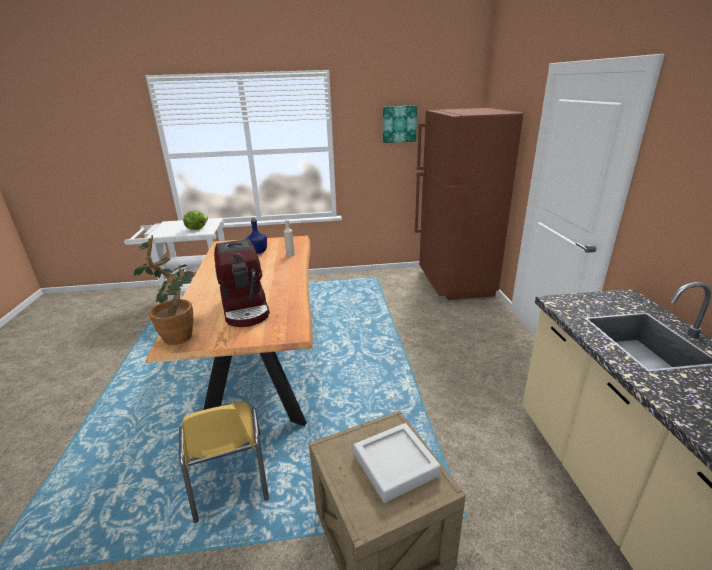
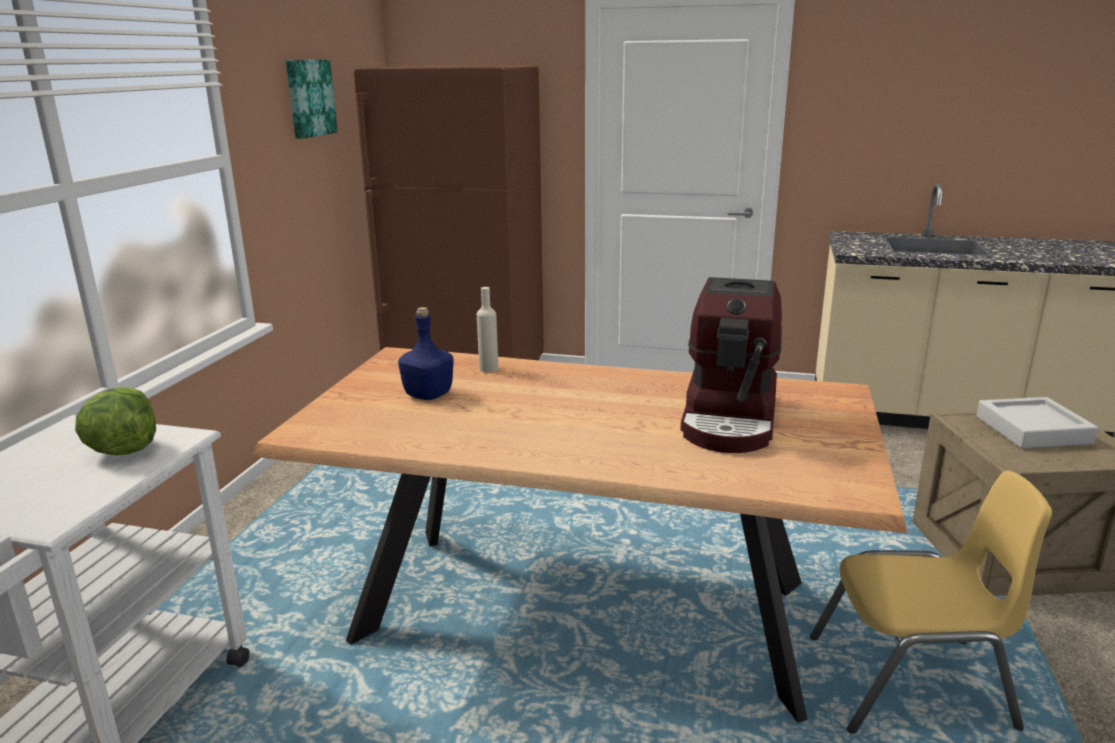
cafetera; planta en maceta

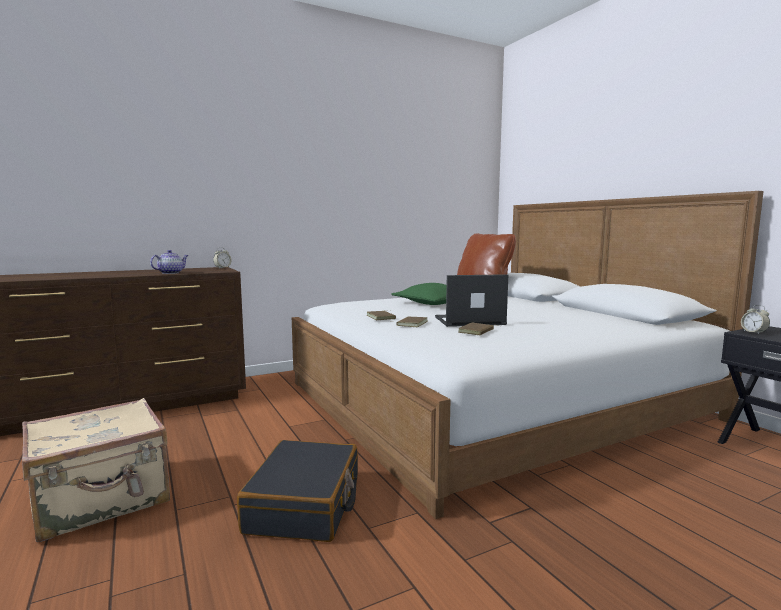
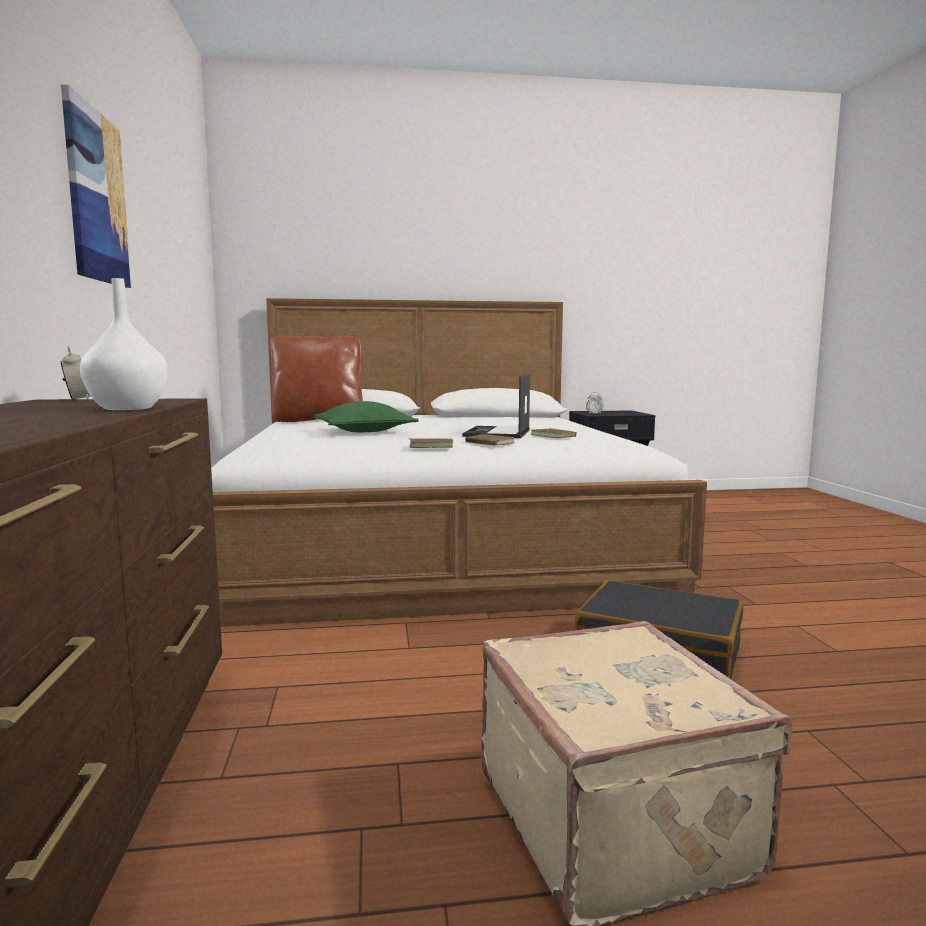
cuadro; florero/blanco

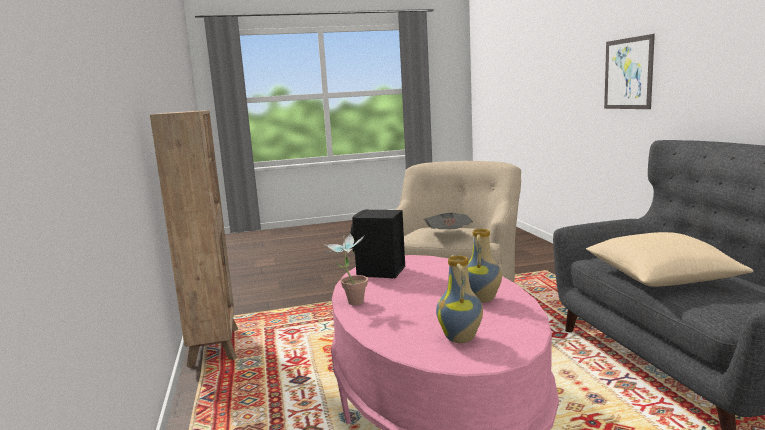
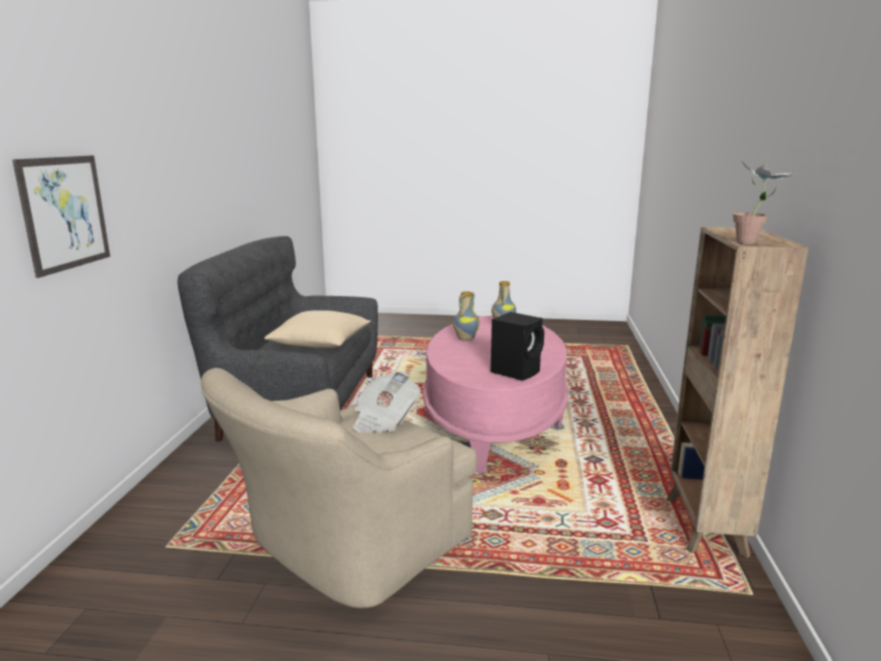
planta en maceta

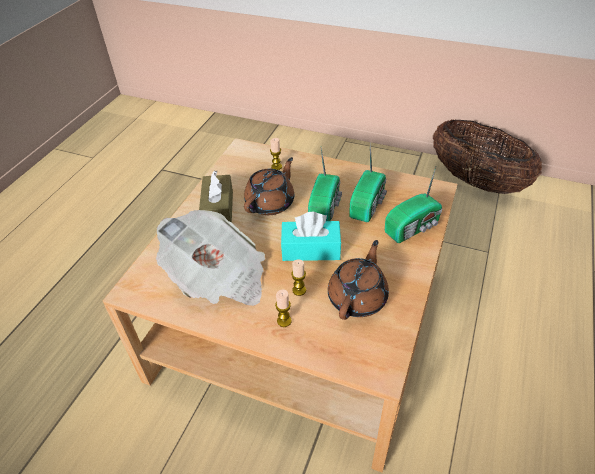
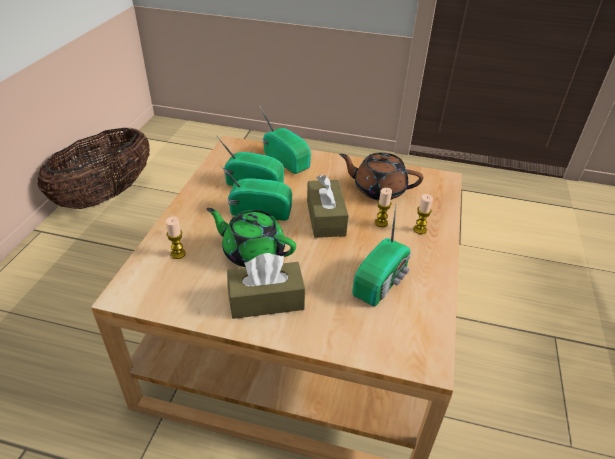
tetera/verde; caja de pañuelos/marrón (no. 2 from left); radio (no. 4 from left)

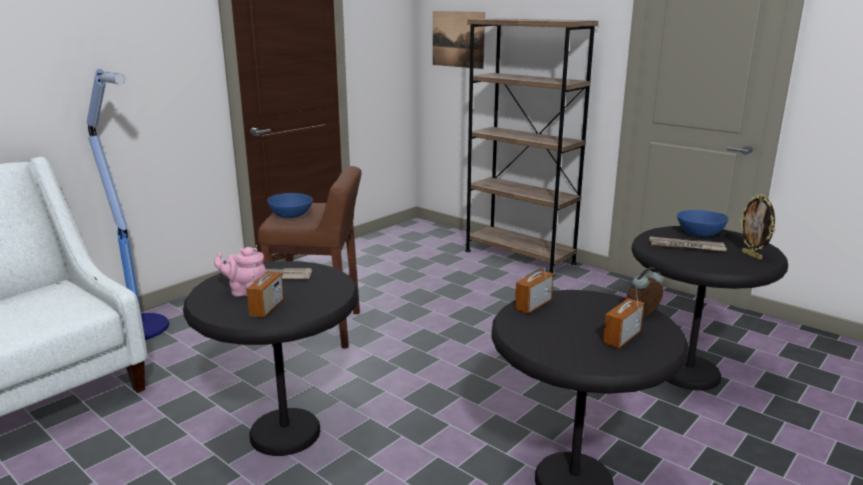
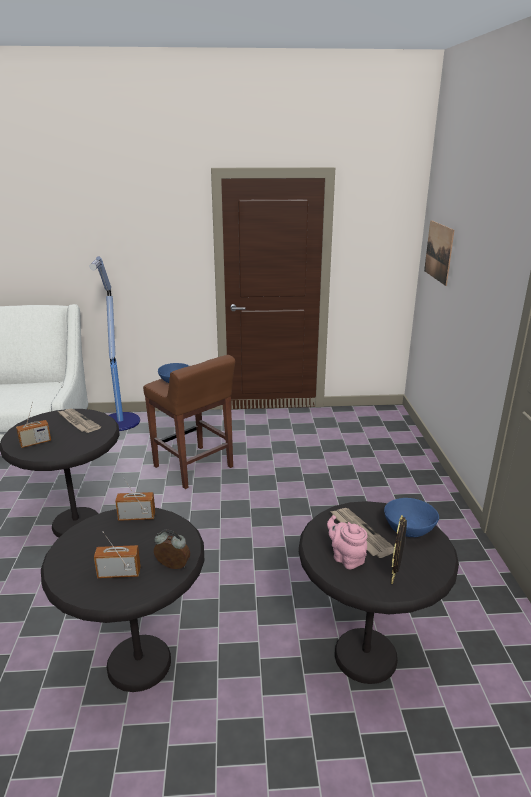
tetera/rosa; estantería/marrón

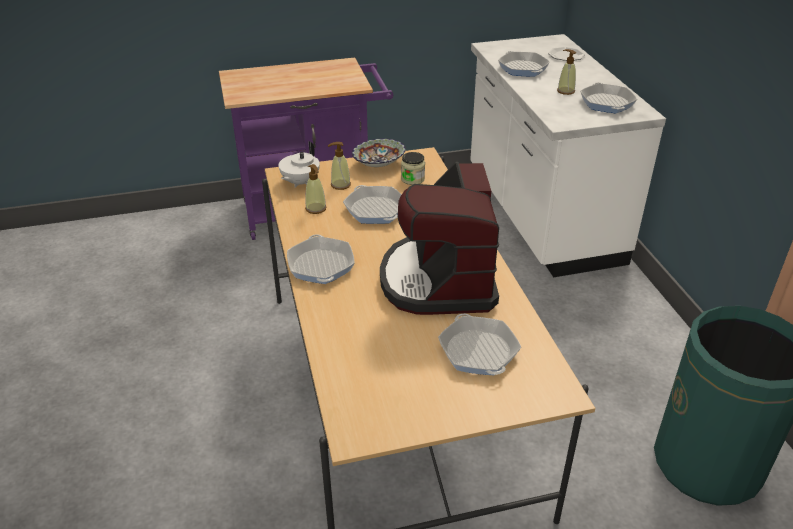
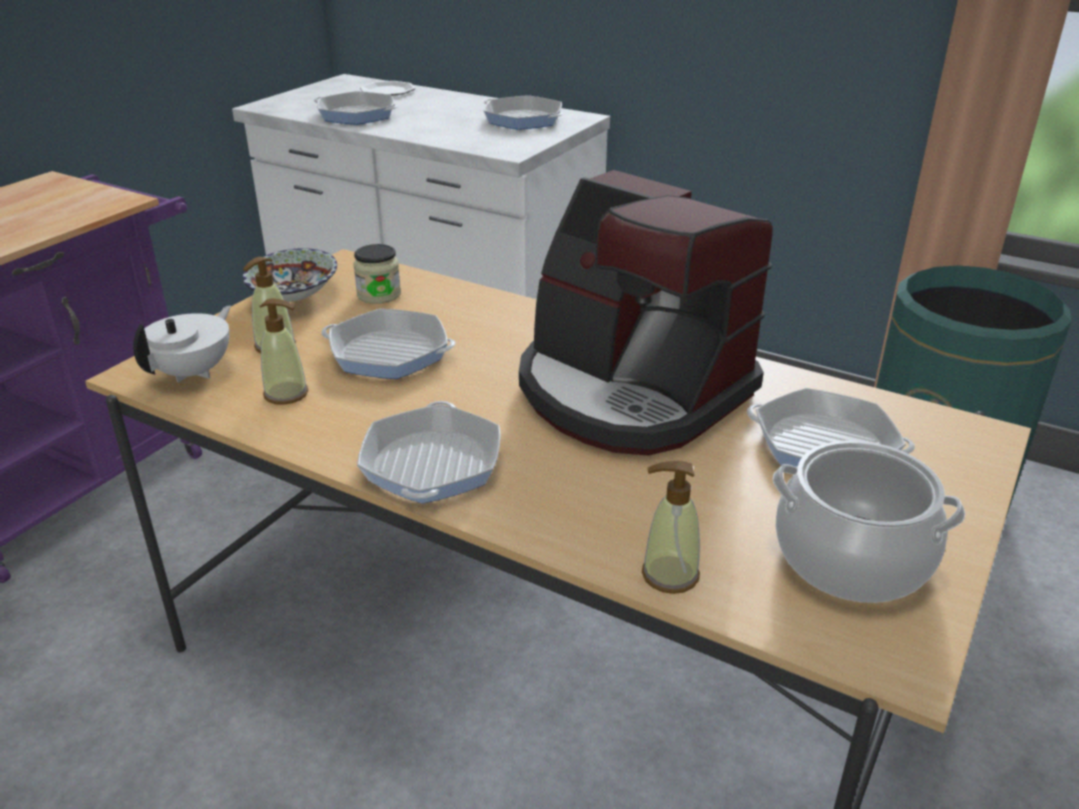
tetera/blanco; sartén (no. 3 from left); dispensador de jabón (no. 3 from left); olla

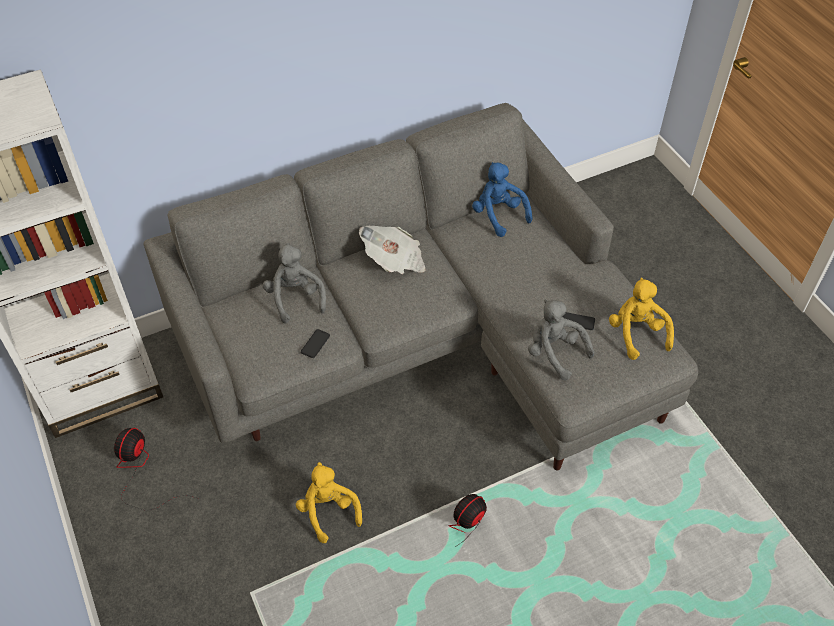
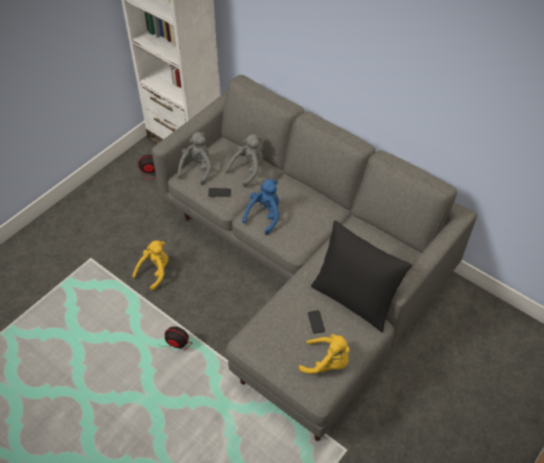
peluche/gris (no. 1 from left); peluche/azul; peluche/amarillo (no. 2 from left); cojín/negro; periódico

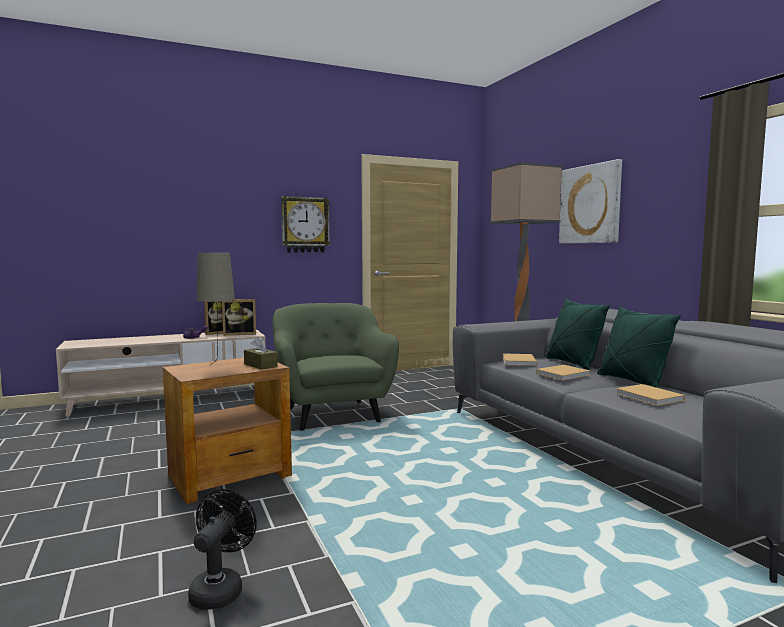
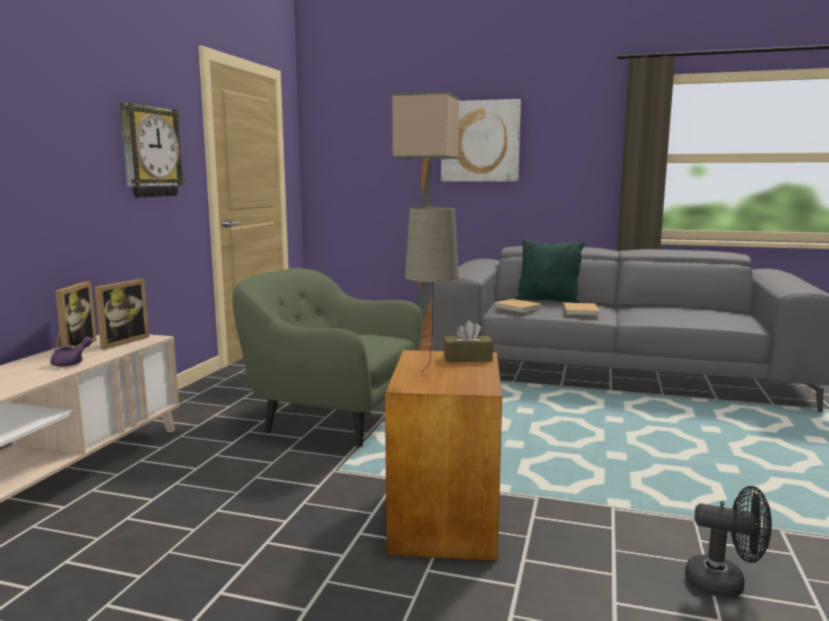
ventilador/negro; cojín/verde (no. 2 from left in the first image); libro/beis (no. 3 from left in the first image)

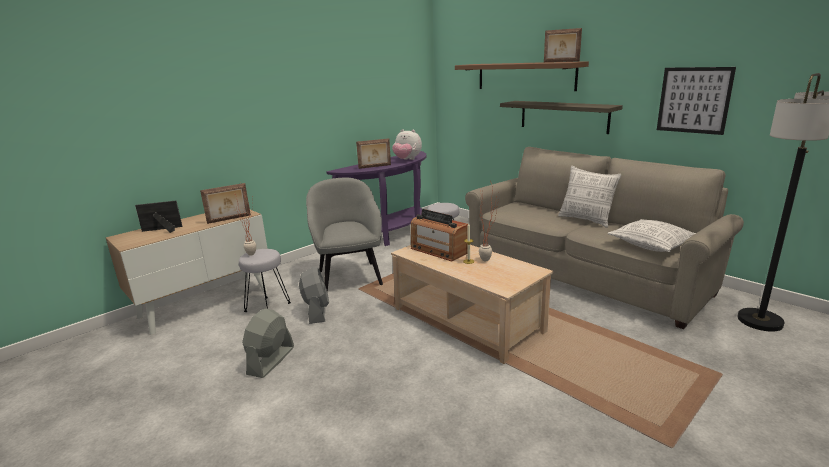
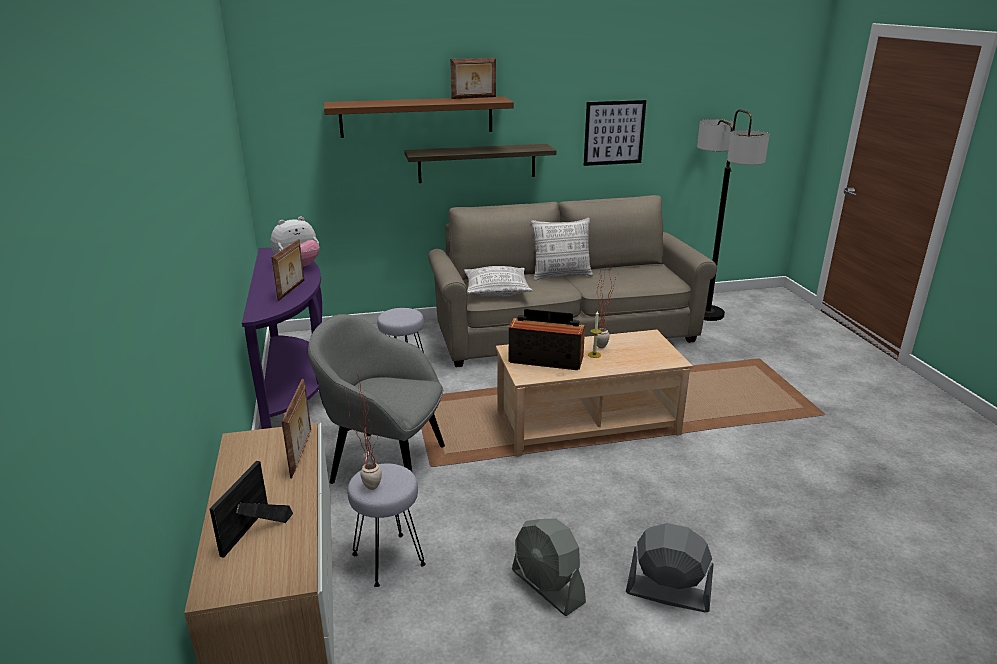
cojín (no. 1 from left); radio; ventilador/gris (no. 2 from left)

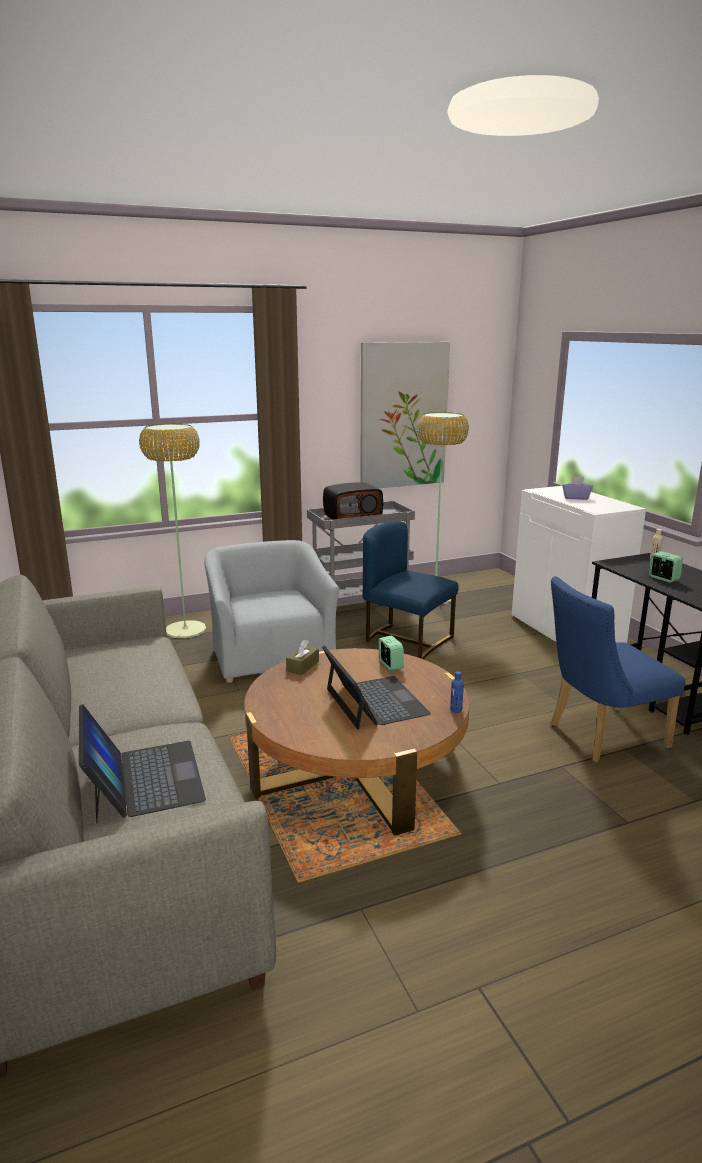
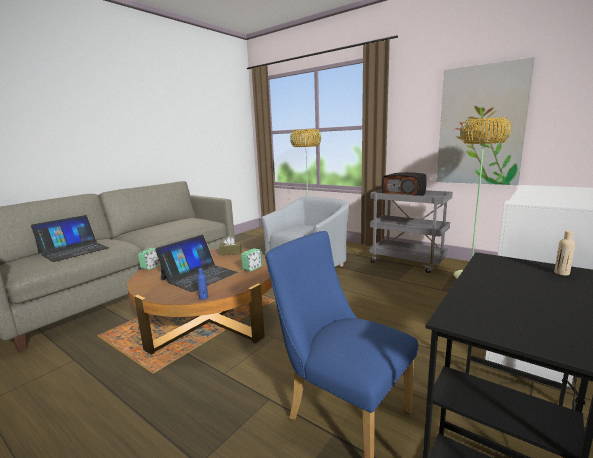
despertador (no. 1 from left); silla/azul (no. 1 from left in the first image); caja de pañuelos/morado

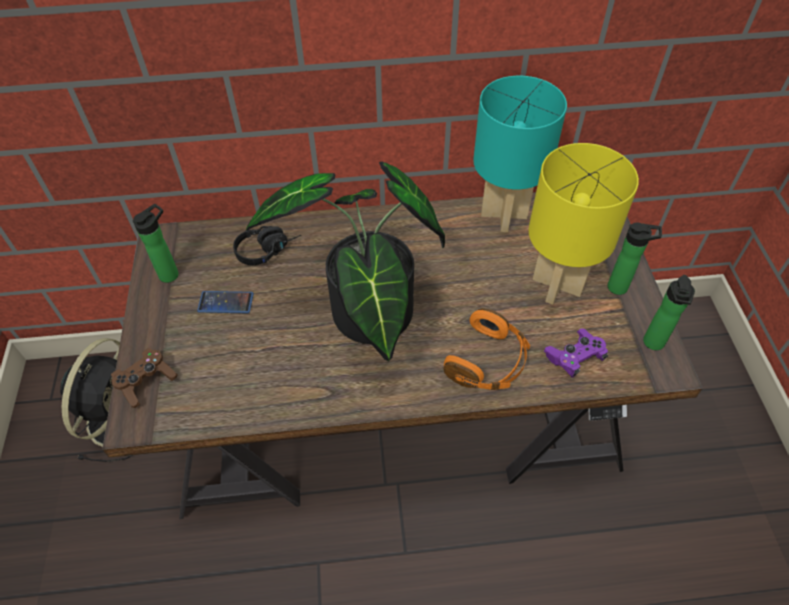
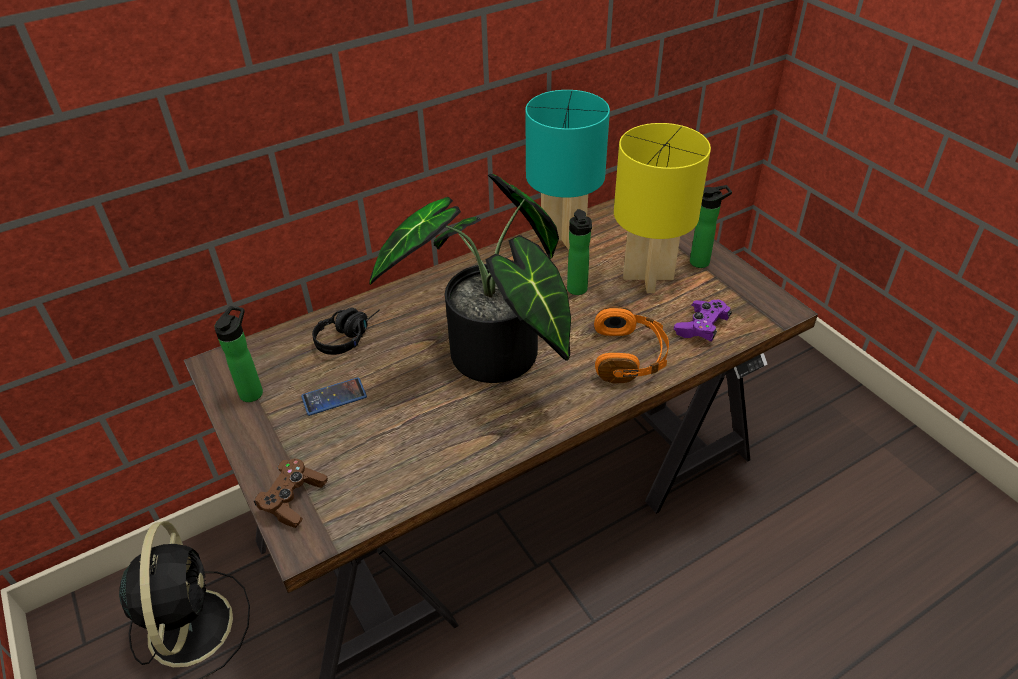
botella (no. 2 from left)

